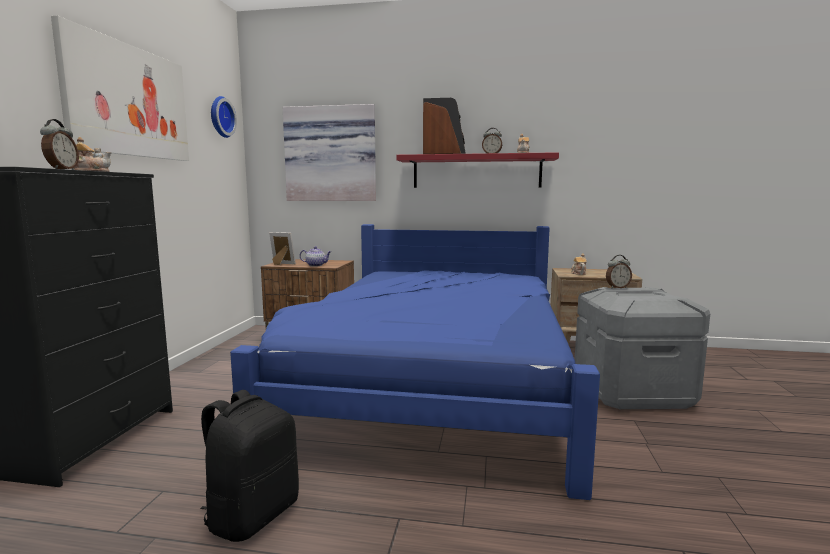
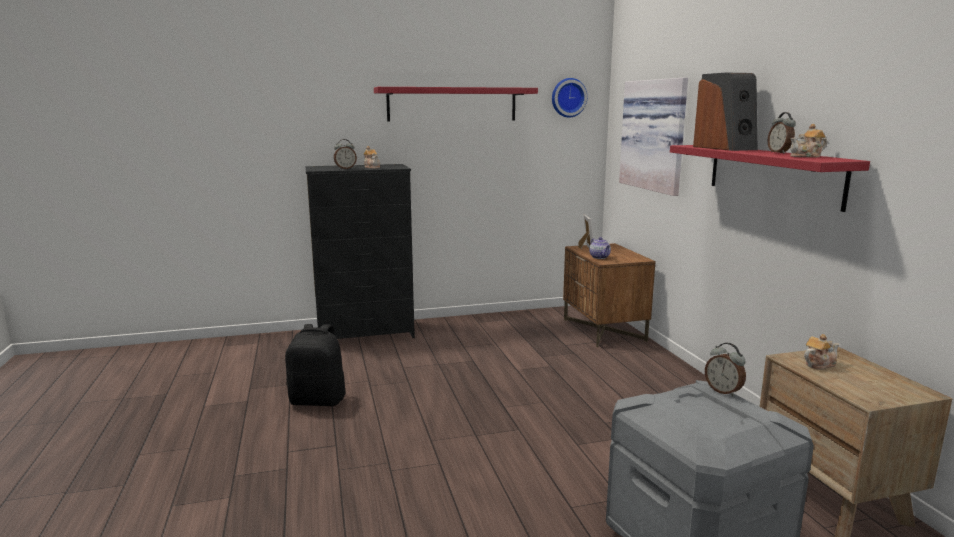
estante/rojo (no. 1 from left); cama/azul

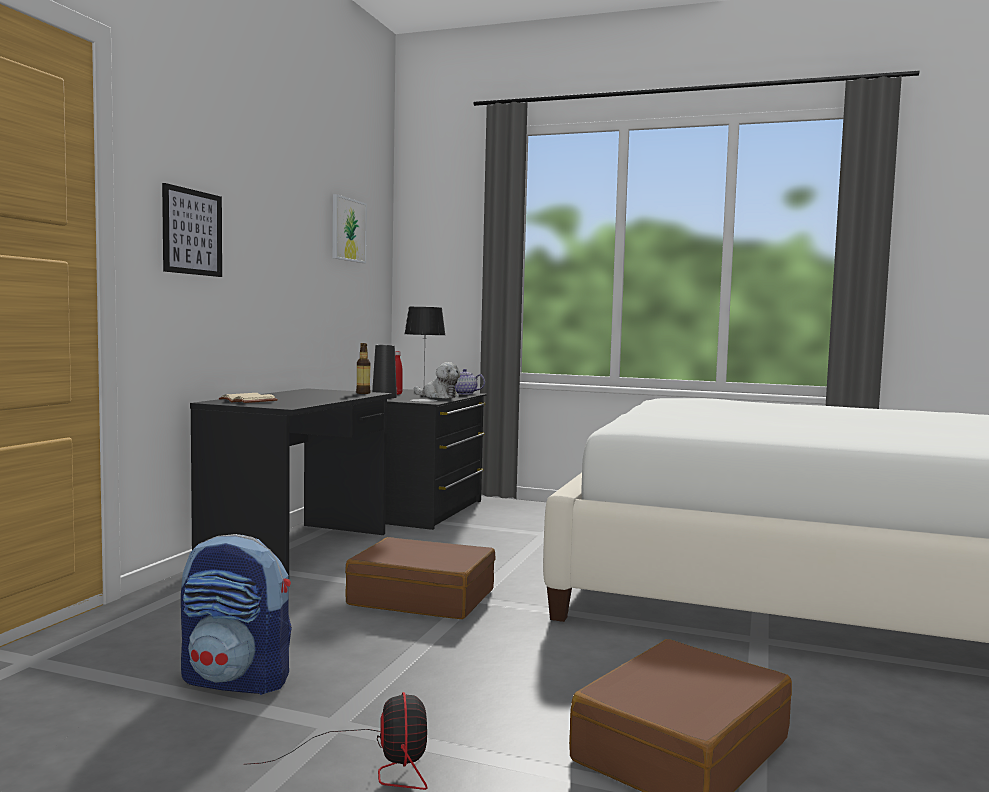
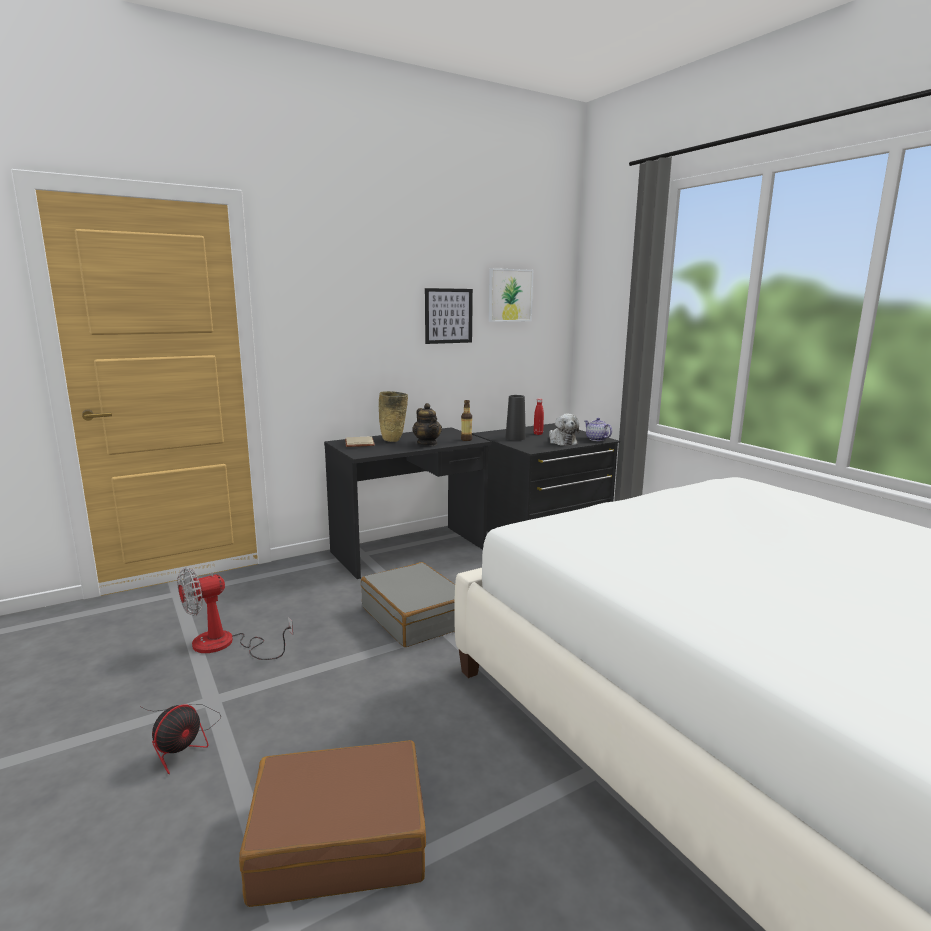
ventilador (no. 2 from left); maleta/gris; florero/beis; tetera (no. 1 from left); cuadro (no. 1 from left); lámpara de mesa

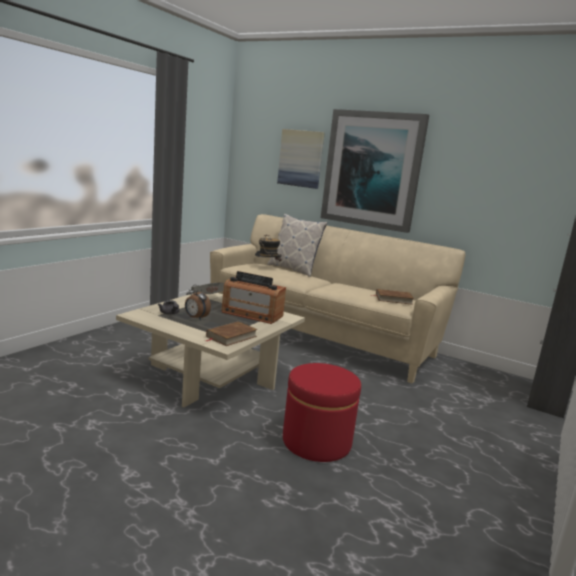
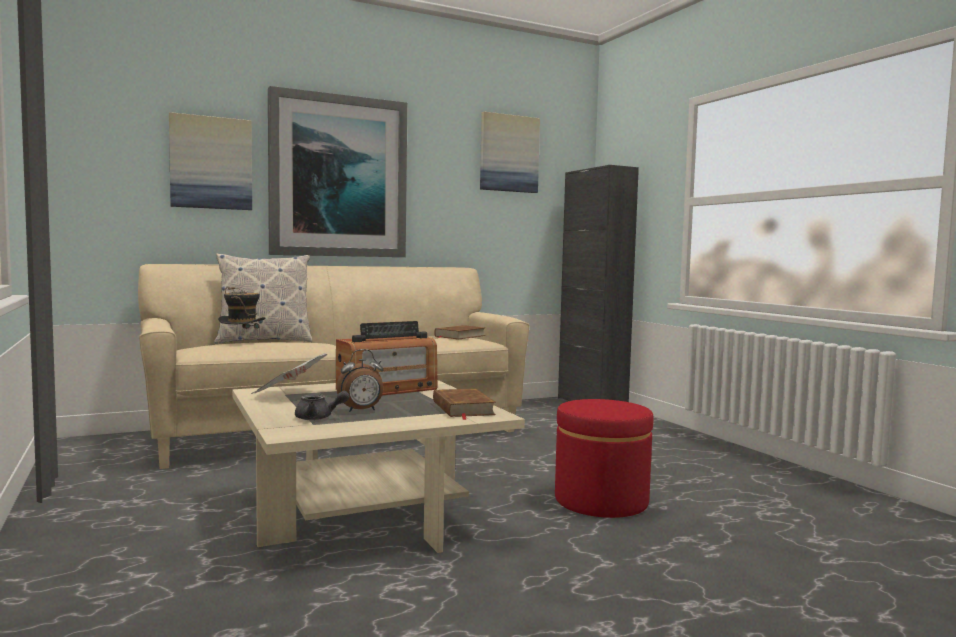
cuadro (no. 3 from left)

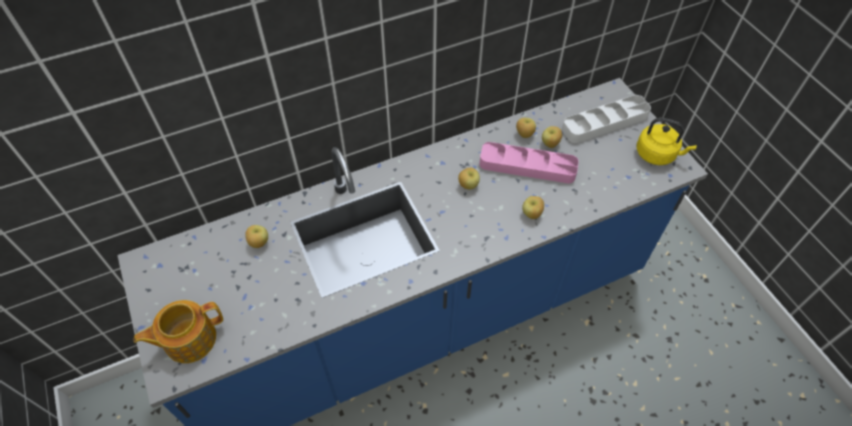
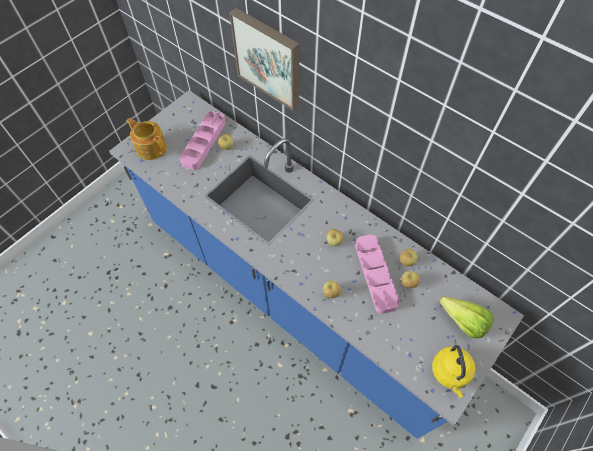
bandeja/rosa (no. 1 from left); cuadro; lechuga

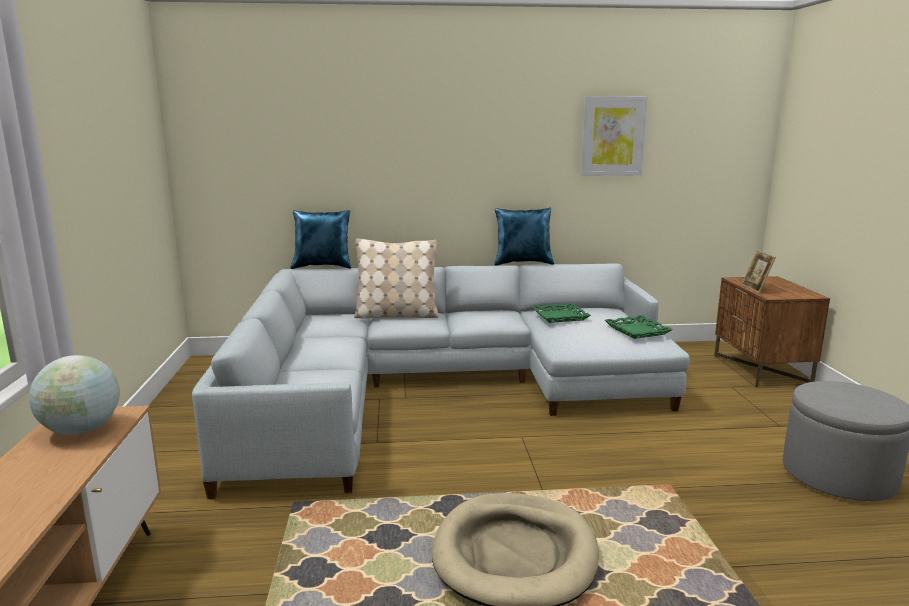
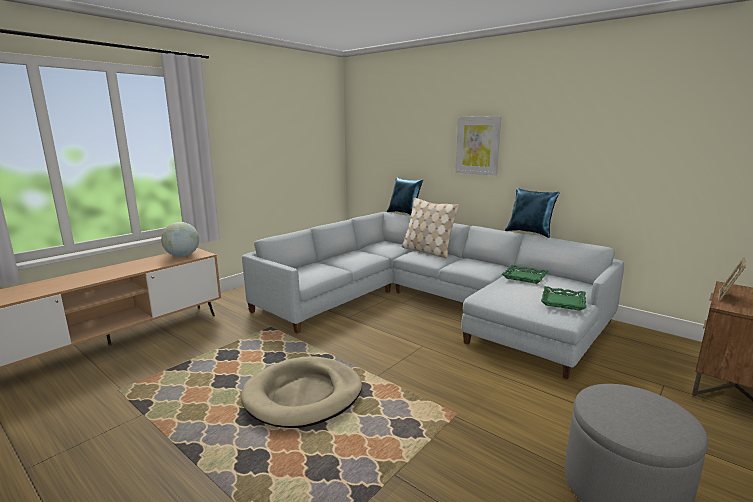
cuadro

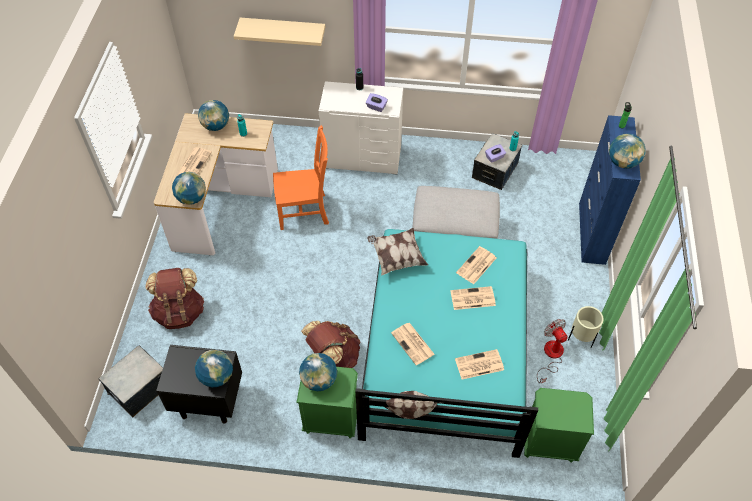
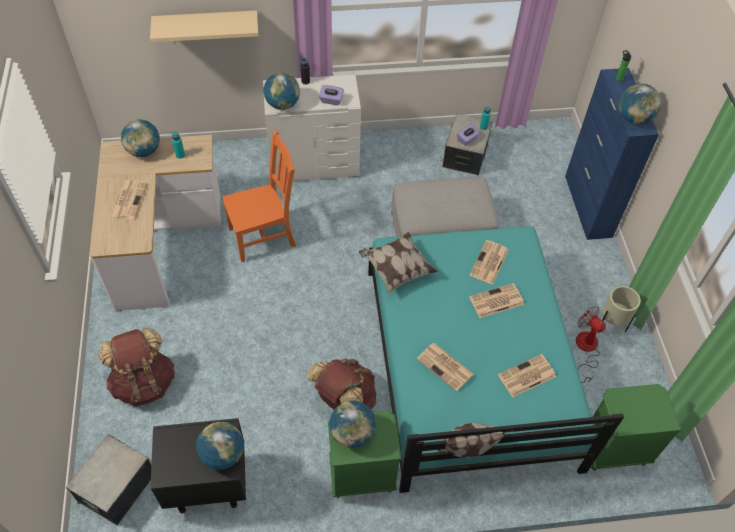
globo terráqueo (no. 3 from left)

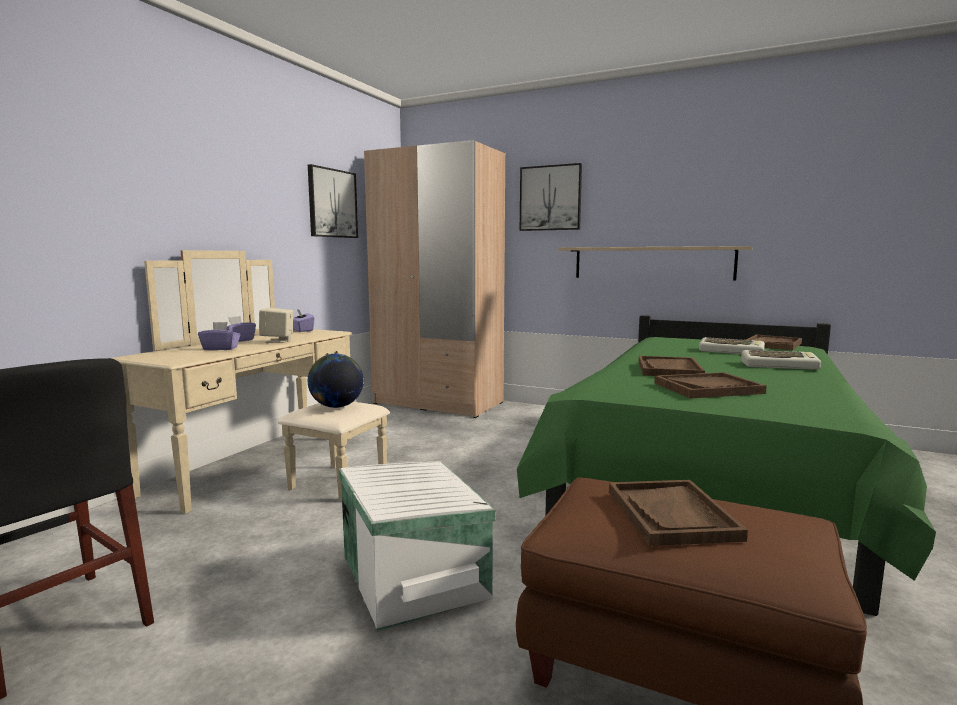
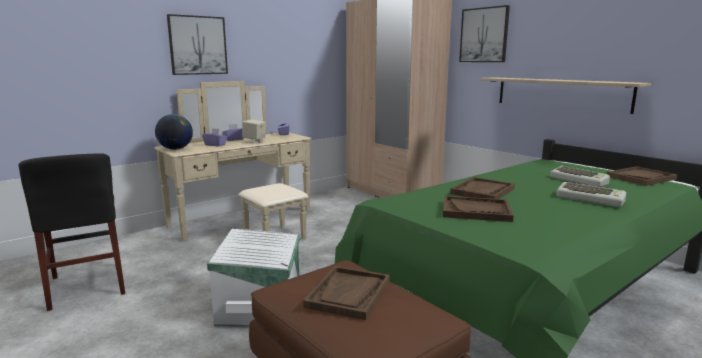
globo terráqueo; cuadro (no. 1 from left)

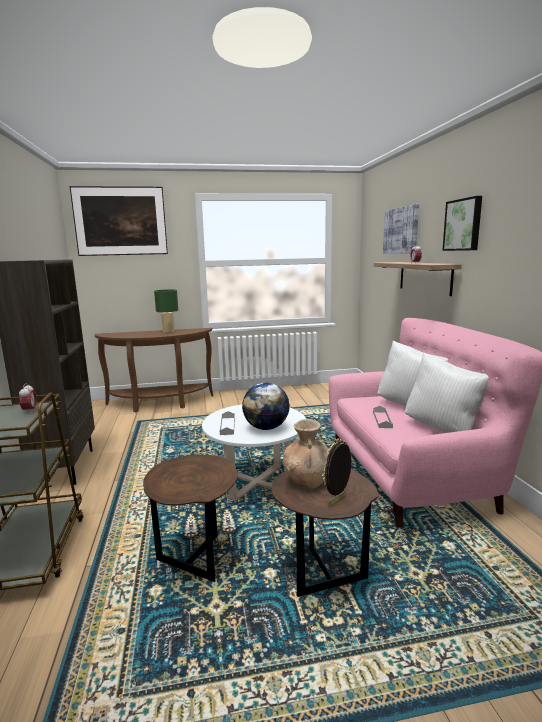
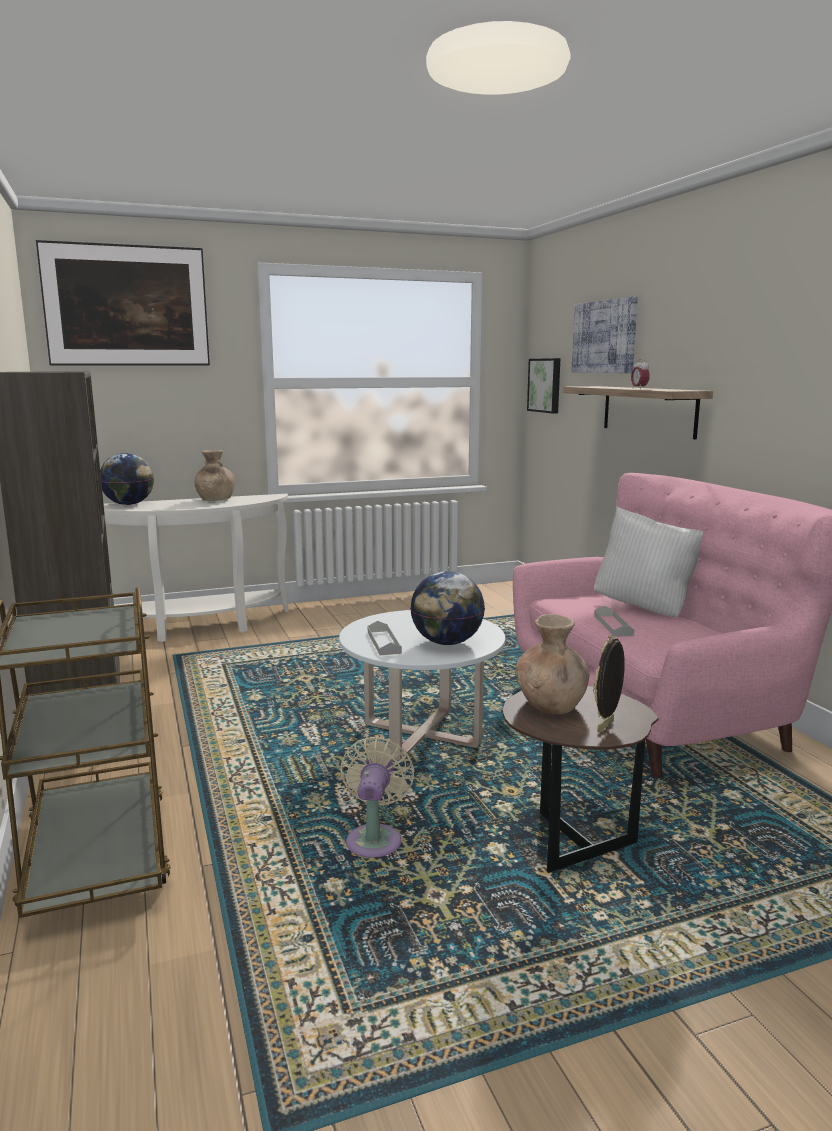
globo terráqueo (no. 1 from left); mesa consola/blanco; florero/marrón (no. 1 from left); ventilador/beis; cuadro (no. 2 from left); despertador (no. 1 from left in the first image); cojín/blanco (no. 2 from left in the first image)

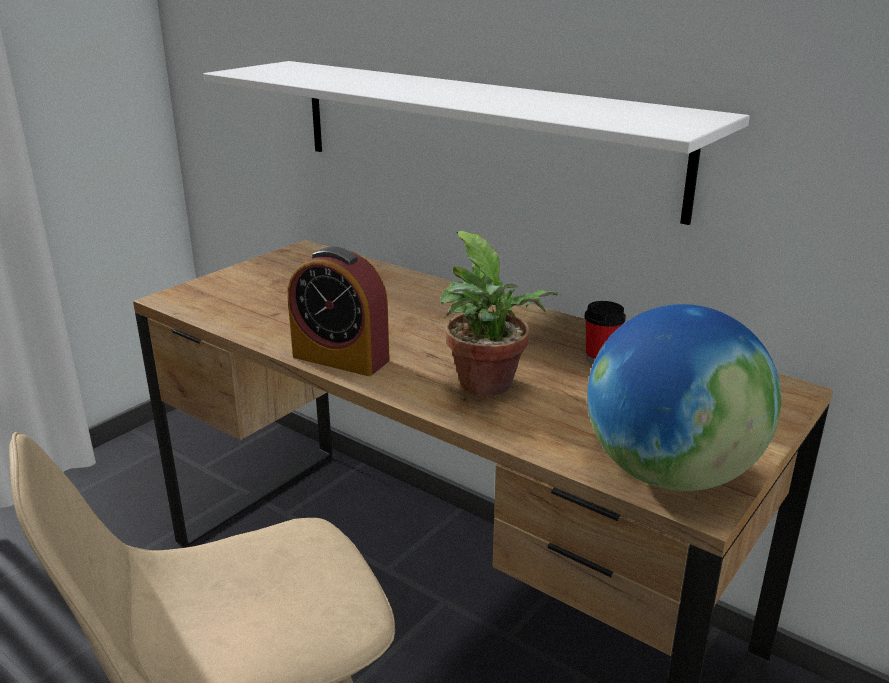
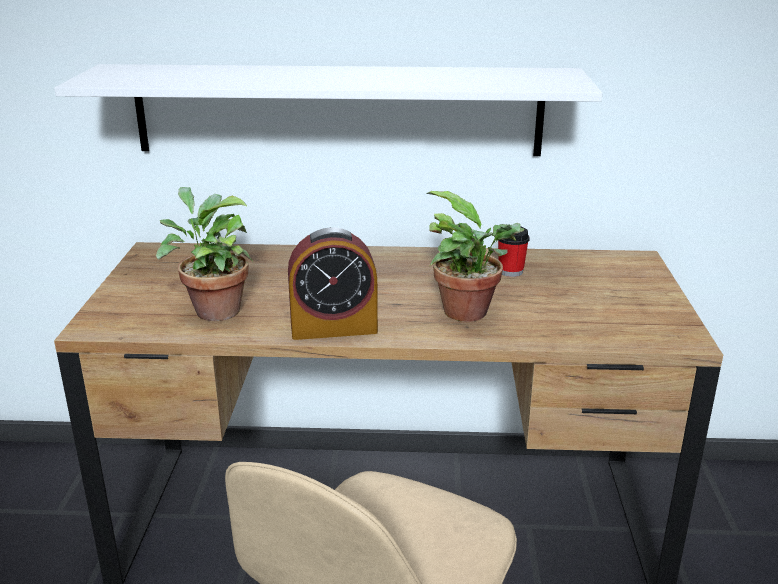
planta en maceta (no. 1 from left); globo terráqueo

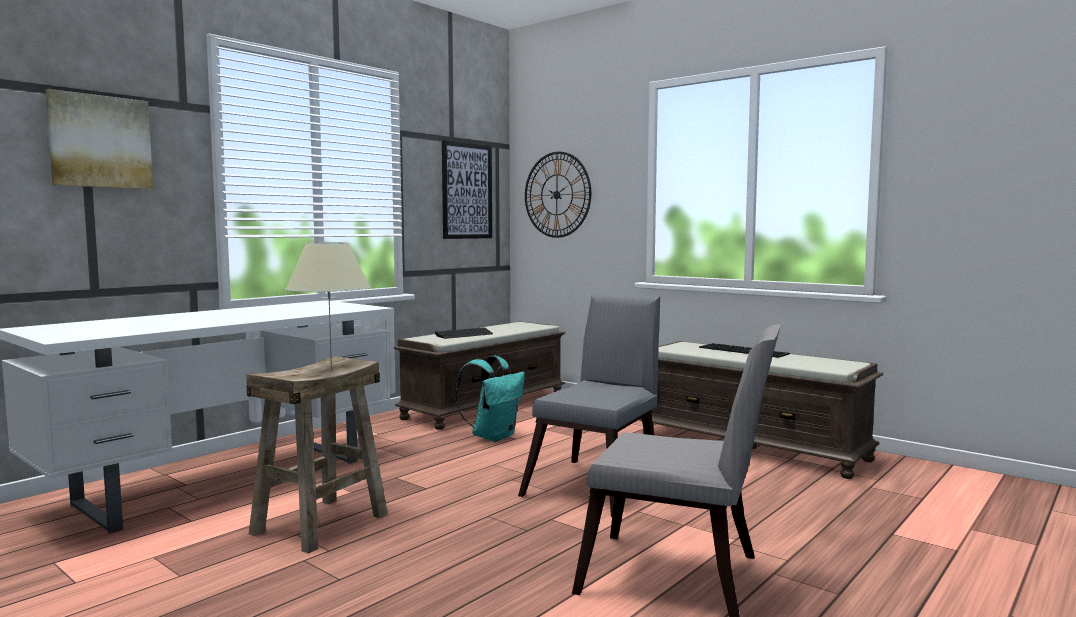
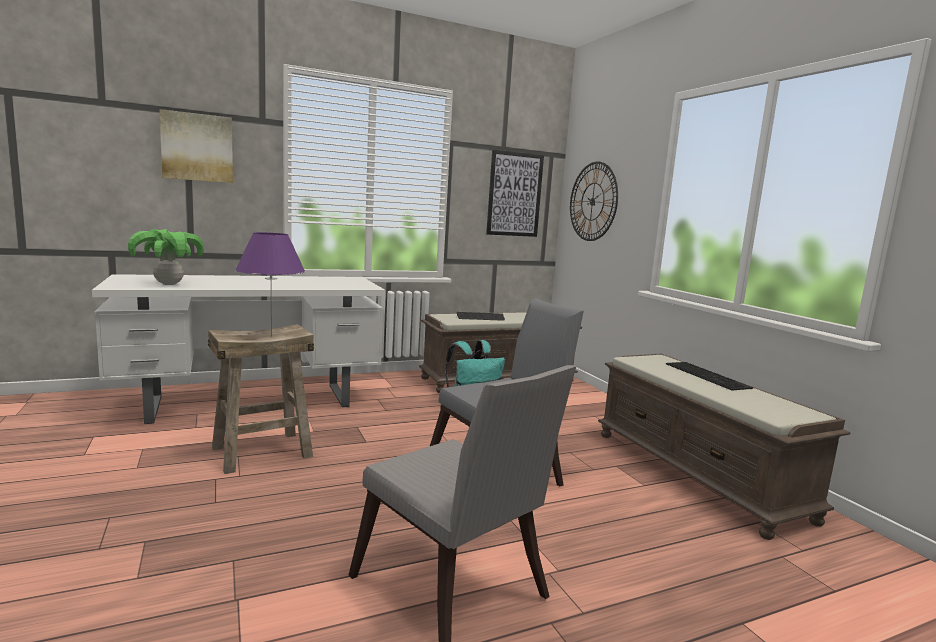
planta en maceta; lámpara de mesa/morado

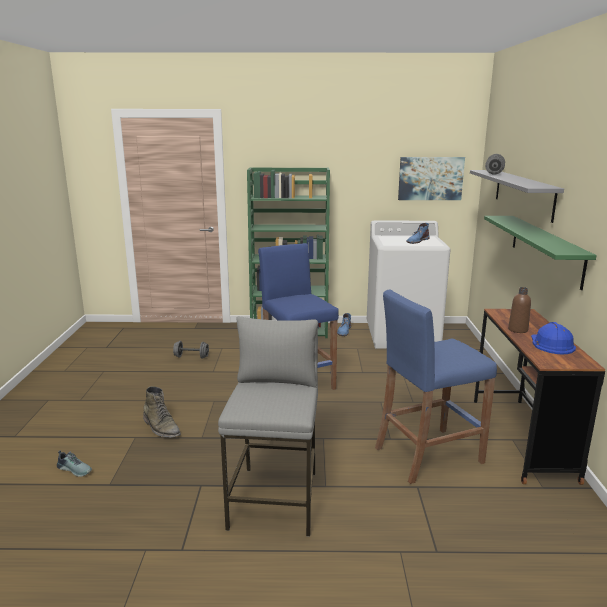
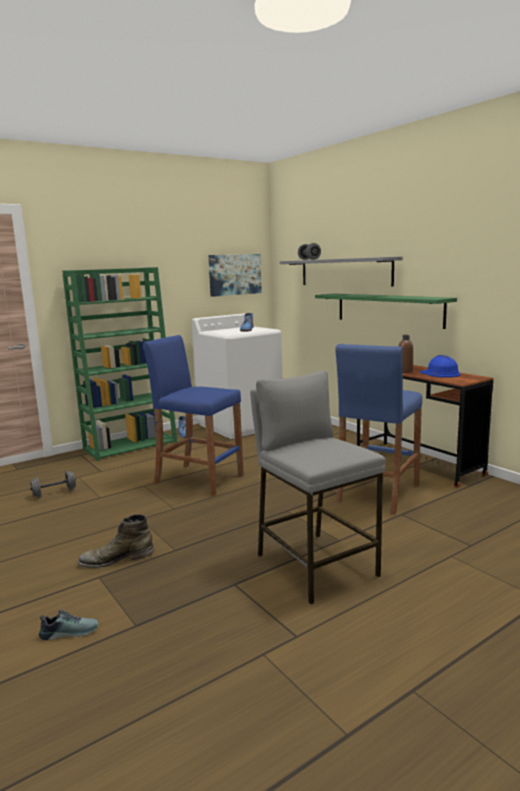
bota/verde

